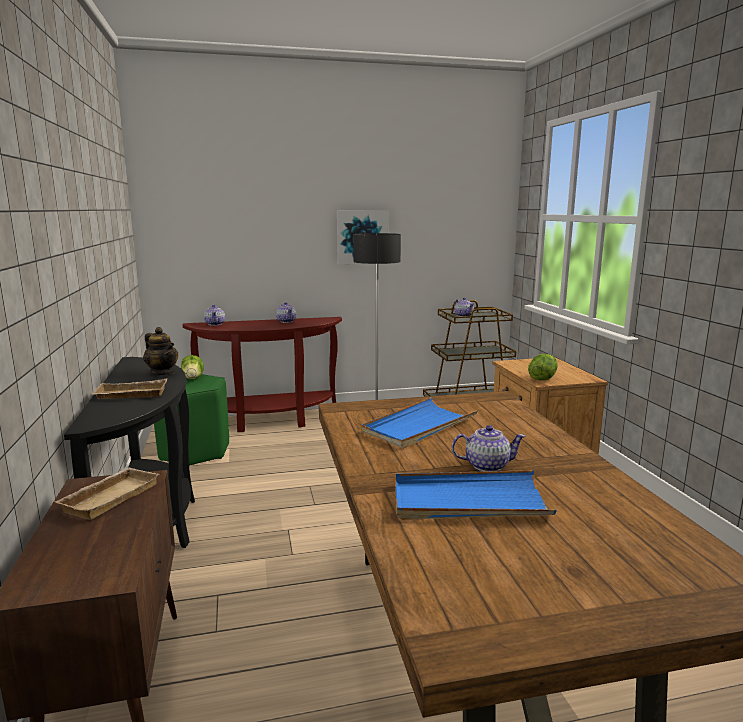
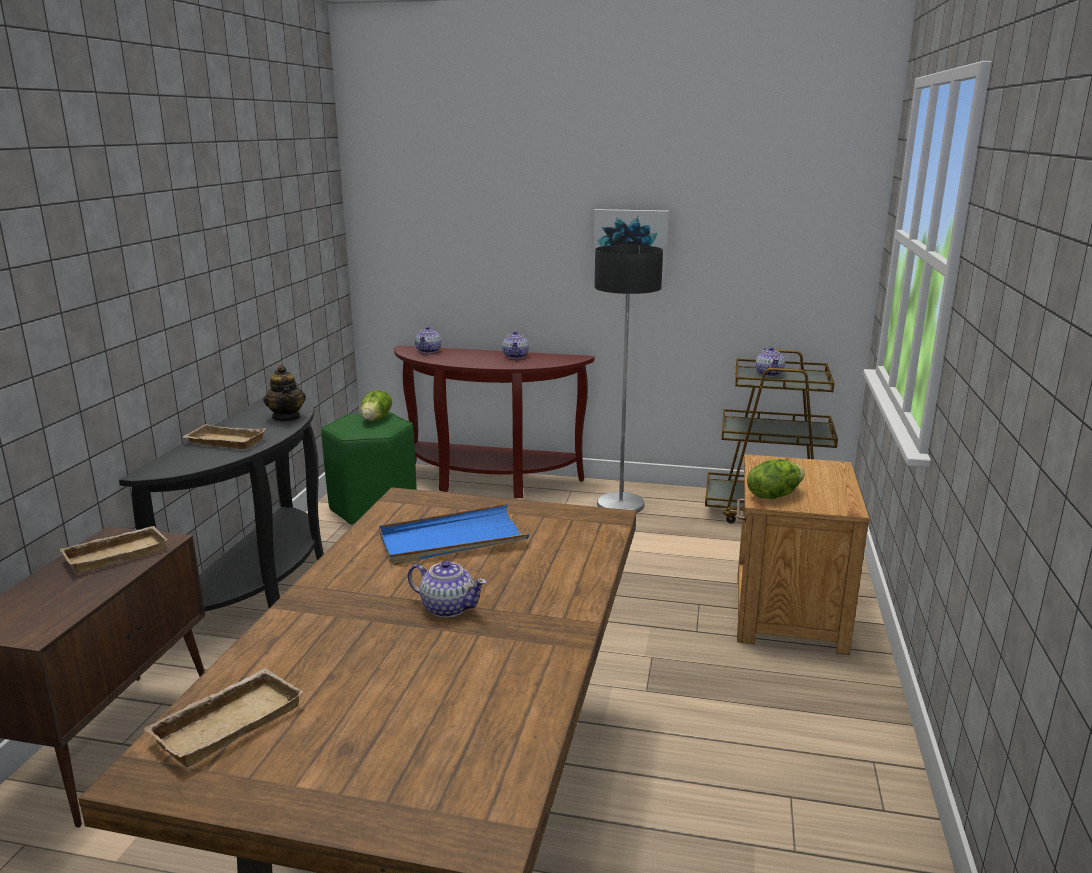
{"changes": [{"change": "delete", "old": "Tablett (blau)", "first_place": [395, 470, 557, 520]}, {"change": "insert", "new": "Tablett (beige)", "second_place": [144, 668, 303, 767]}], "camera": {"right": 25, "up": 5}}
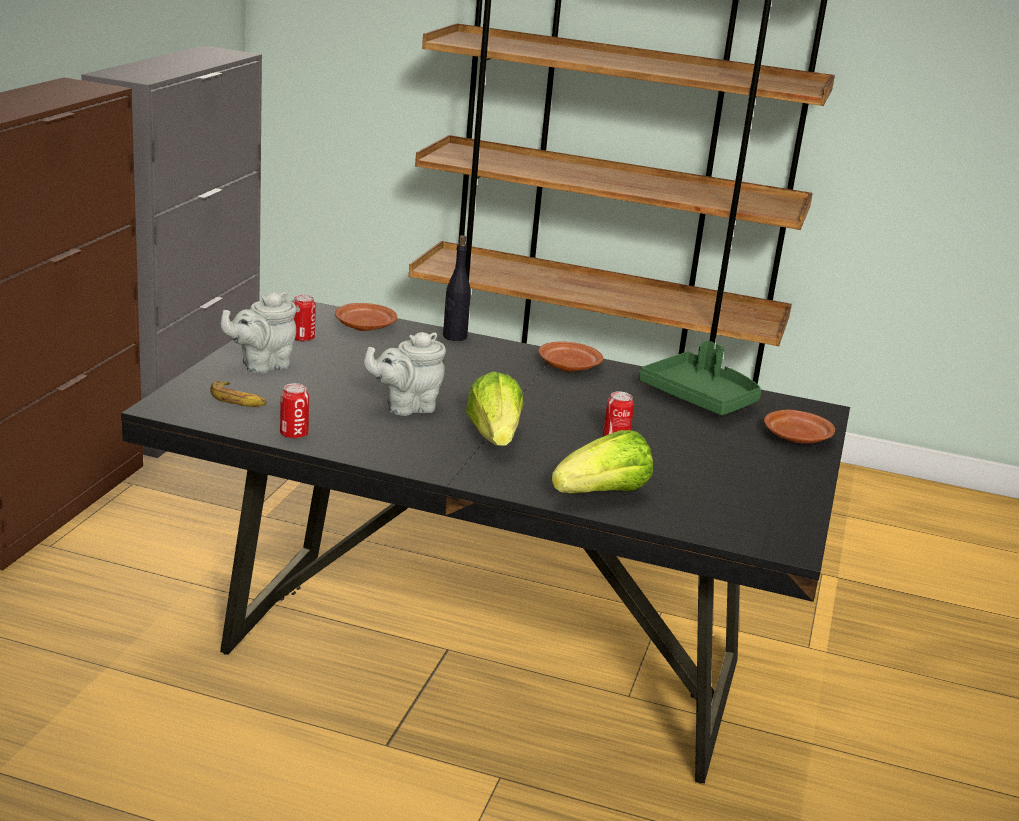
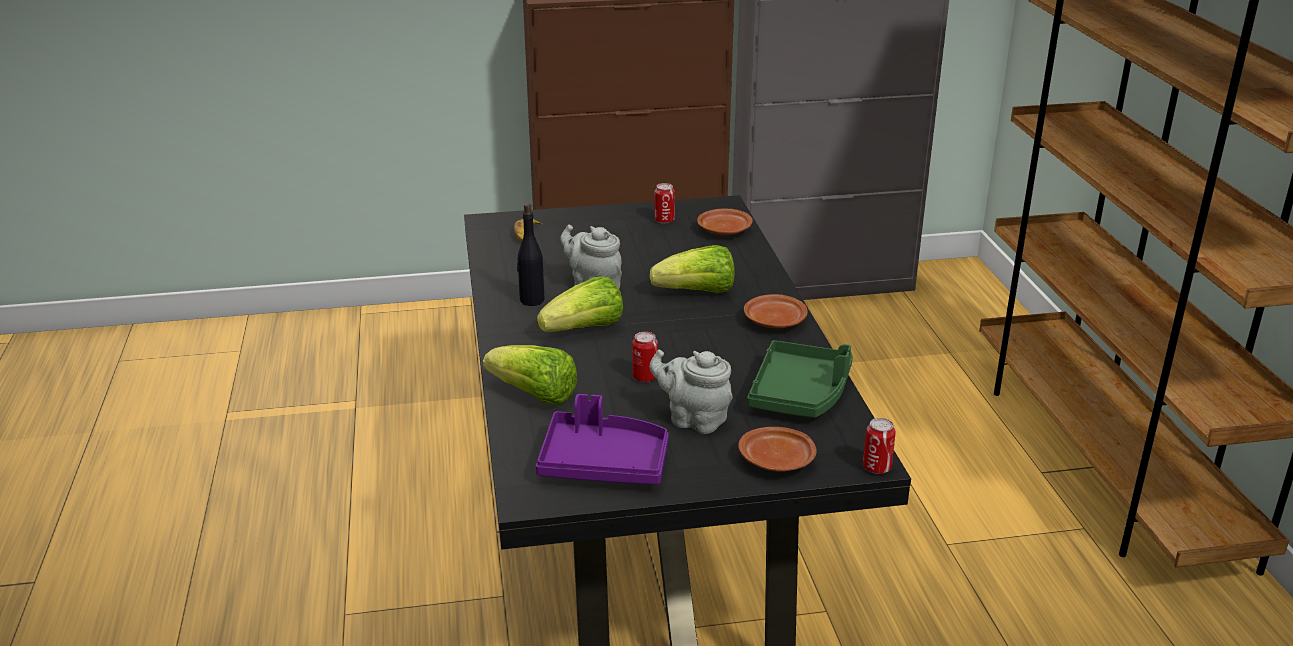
{"changes": [{"change": "insert", "new": "Tablett (lila)", "second_place": [536, 394, 669, 485]}, {"change": "insert", "new": "Salatkopf", "second_place": [650, 245, 735, 293]}, {"change": "move", "old": "Teekanne (grau)", "first_place": [221, 292, 297, 373], "second_place": [649, 350, 733, 434]}, {"change": "move", "old": "Dose", "first_place": [280, 383, 309, 439], "second_place": [863, 418, 896, 474]}, {"change": "move", "old": "Flasche (schwarz)", "first_place": [443, 235, 471, 341], "second_place": [517, 203, 544, 306]}], "camera": {"right": 65, "up": 5}}
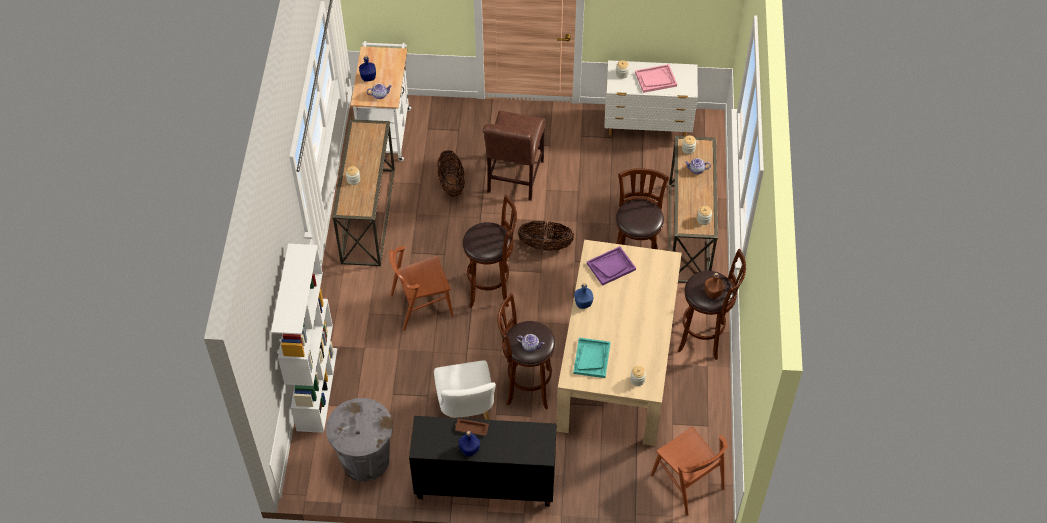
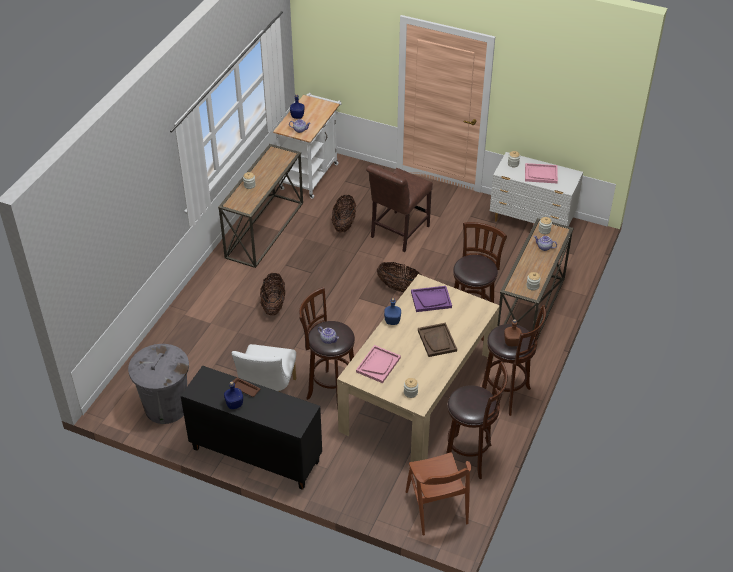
{"changes": [{"change": "delete", "old": "Bücherregal (weiß)", "first_place": [271, 244, 337, 433]}, {"change": "insert", "new": "Tablett (braun)", "second_place": [418, 323, 457, 357]}, {"change": "move", "old": "Hocker (braun)", "first_place": [463, 195, 517, 308], "second_place": [446, 361, 508, 479]}, {"change": "replace", "old": "Stuhl (braun)", "new": "Korb", "first_place": [389, 246, 453, 331], "second_place": [260, 273, 285, 315]}, {"change": "recolor", "old": "Tablett (türkis)", "new": "Tablett (rosa)", "first_place": [573, 338, 611, 378], "second_place": [356, 345, 401, 383]}], "camera": {"right": 20, "up": -10}}
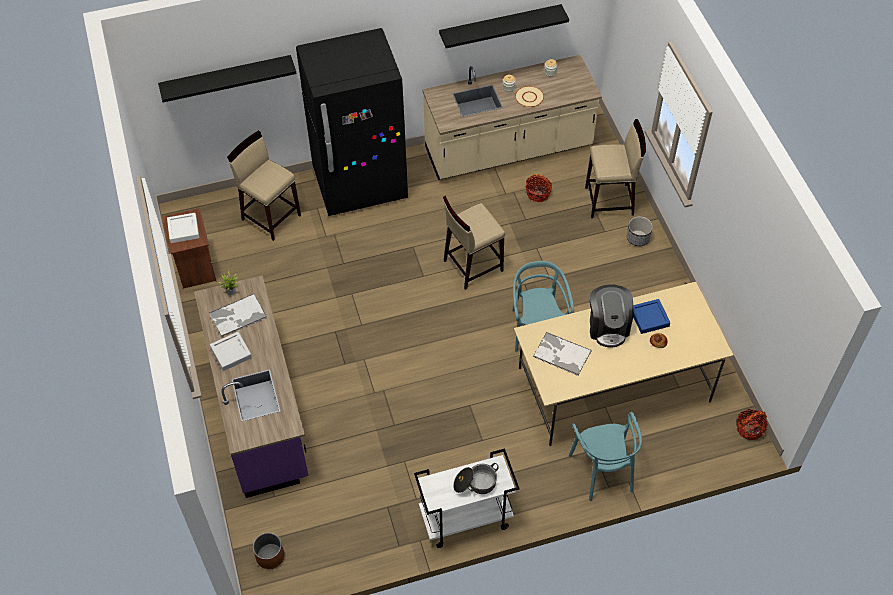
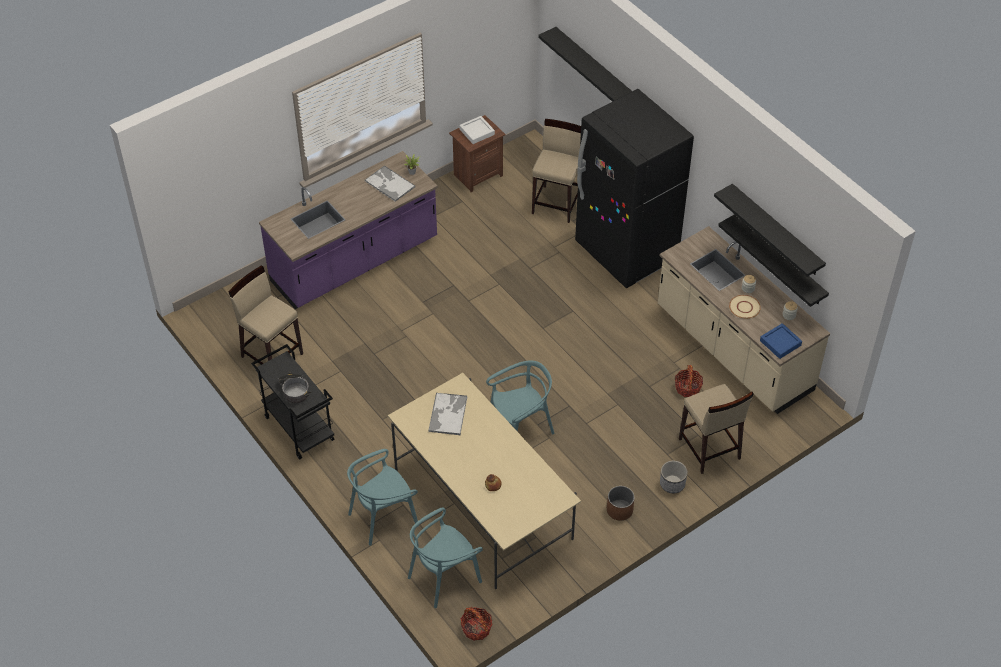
{"changes": [{"change": "delete", "old": "Tablett (grau)", "first_place": [210, 332, 252, 371]}, {"change": "delete", "old": "Kaffeemaschine", "first_place": [590, 284, 634, 348]}, {"change": "insert", "new": "Stuhl (türkis)", "second_place": [408, 507, 483, 608]}, {"change": "insert", "new": "Wandregal (schwarz)", "second_place": [718, 214, 829, 307]}, {"change": "move", "old": "Pflanzkübel (braun)", "first_place": [253, 533, 284, 569], "second_place": [607, 486, 634, 521]}, {"change": "move", "old": "Hocker (beige)", "first_place": [443, 196, 505, 290], "second_place": [229, 265, 303, 365]}, {"change": "move", "old": "Tablett (blau)", "first_place": [633, 299, 670, 334], "second_place": [760, 323, 802, 359]}, {"change": "recolor", "old": "Rollwagen (weiß)", "new": "Rollwagen (schwarz)", "first_place": [414, 448, 519, 548], "second_place": [251, 344, 335, 460]}], "camera": {"right": 70, "up": -5}}
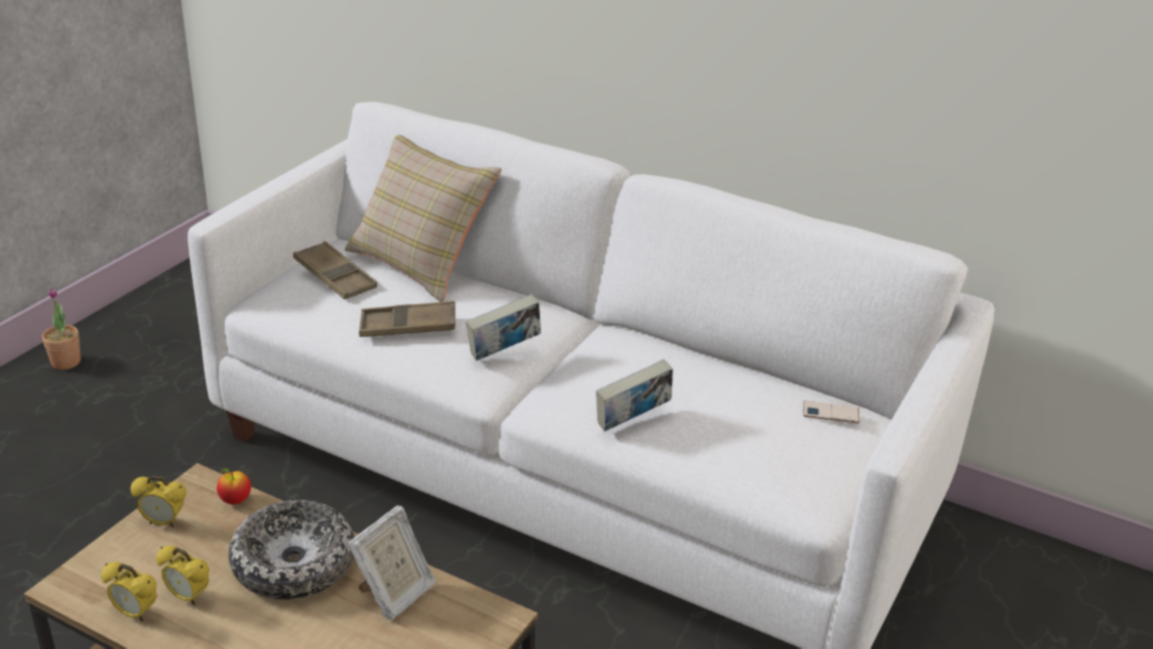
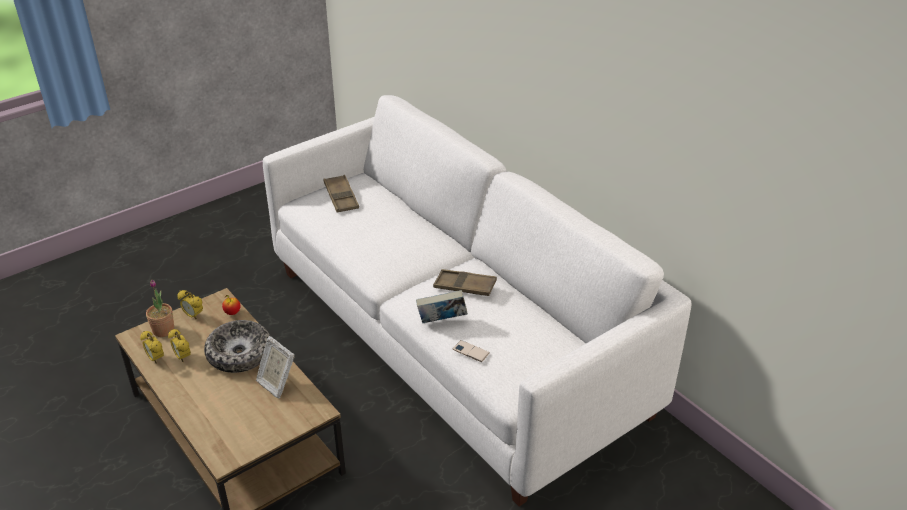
{"changes": [{"change": "delete", "old": "Kissen (beige)", "first_place": [345, 135, 502, 302]}, {"change": "delete", "old": "Buch", "first_place": [466, 294, 541, 361]}, {"change": "move", "old": "Topfpflanze", "first_place": [42, 288, 81, 370], "second_place": [146, 280, 174, 337]}, {"change": "move", "old": "Tablett (braun)", "first_place": [359, 301, 455, 337], "second_place": [433, 269, 497, 296]}, {"change": "move", "old": "Handy", "first_place": [803, 401, 860, 423], "second_place": [453, 340, 490, 362]}, {"change": "rotate", "old": "Bilderrahmen", "first_place": [348, 505, 436, 620], "second_place": [256, 336, 295, 398], "degrees": 75}], "camera": {"right": 25, "up": 5}}
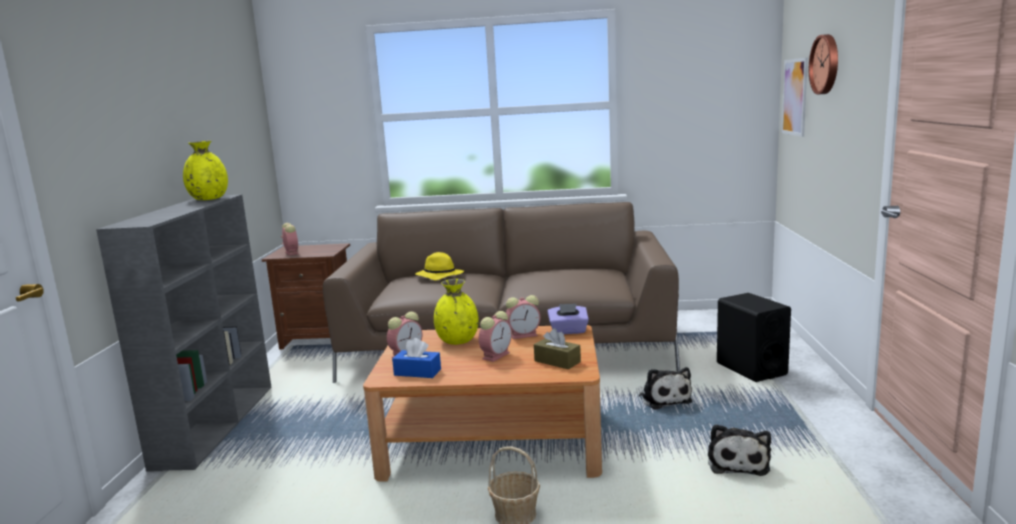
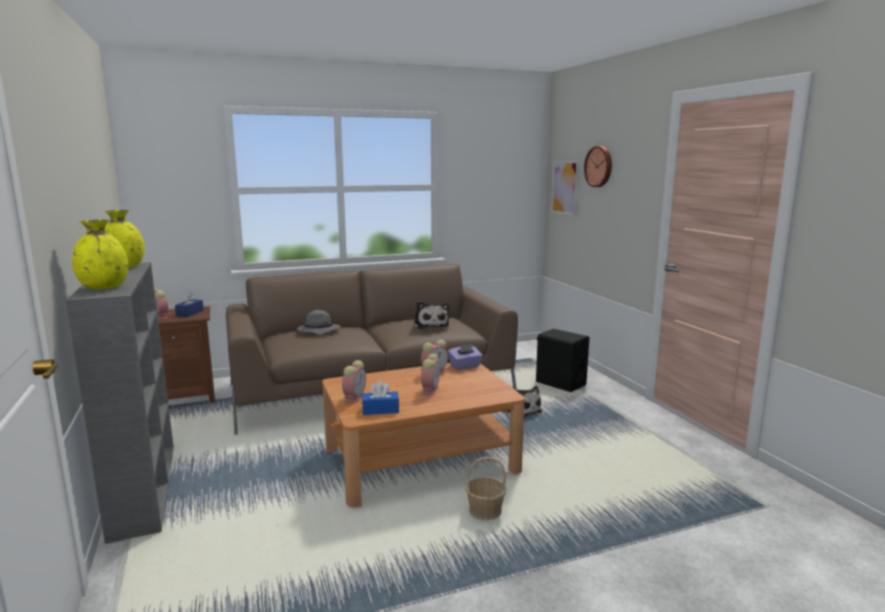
{"changes": [{"change": "delete", "old": "Taschentuchbox (braun)", "first_place": [534, 328, 581, 370]}, {"change": "insert", "new": "Taschentuchbox (blau)", "second_place": [175, 292, 204, 317]}, {"change": "move", "old": "Vase (gelb)", "first_place": [434, 279, 479, 345], "second_place": [72, 219, 128, 290]}, {"change": "move", "old": "Plüschtier", "first_place": [708, 424, 771, 476], "second_place": [414, 301, 449, 329]}, {"change": "recolor", "old": "Hut (gelb)", "new": "Hut (grau)", "first_place": [415, 252, 464, 280], "second_place": [297, 310, 340, 334]}], "camera": {"right": -25, "up": 0}}
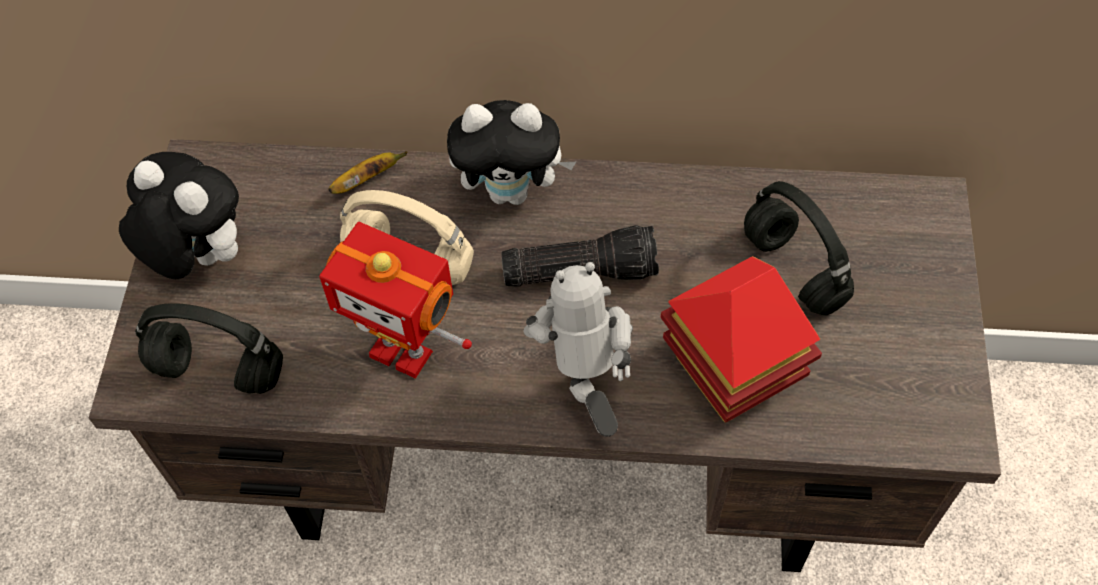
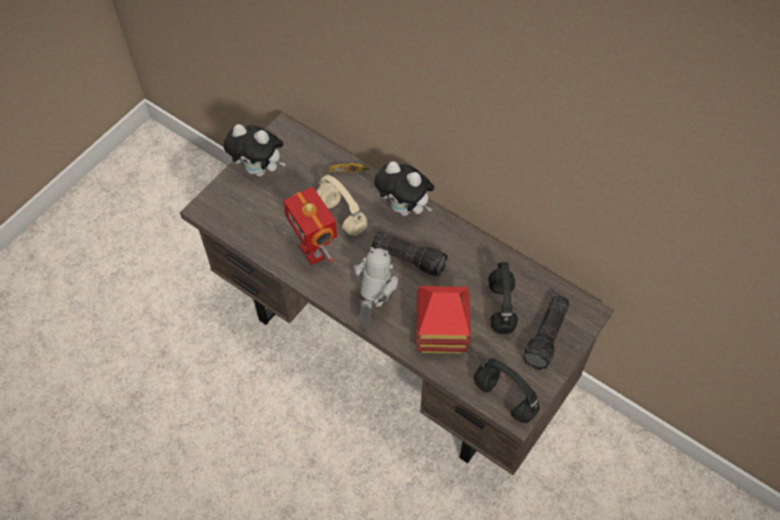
{"changes": [{"change": "insert", "new": "Taschenlampe", "second_place": [523, 295, 570, 370]}, {"change": "move", "old": "Kopfhörer (schwarz)", "first_place": [135, 303, 283, 394], "second_place": [474, 359, 540, 423]}, {"change": "rotate", "old": "Plüschtier", "first_place": [119, 152, 239, 279], "second_place": [223, 124, 286, 177], "degrees": 135}], "camera": {"right": 30, "up": 0}}
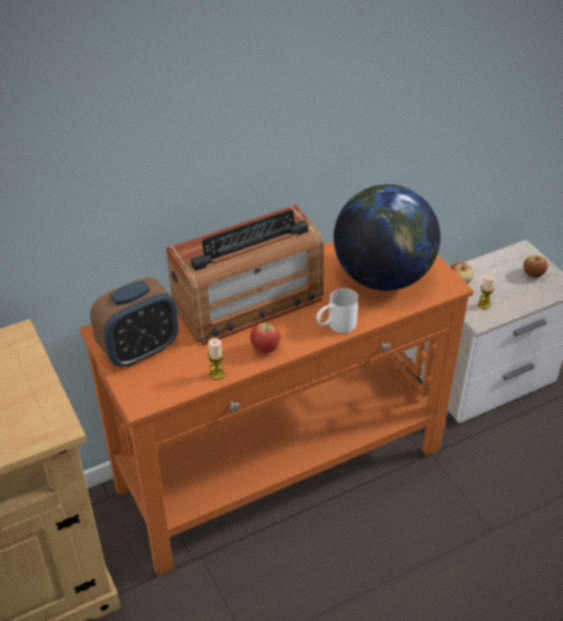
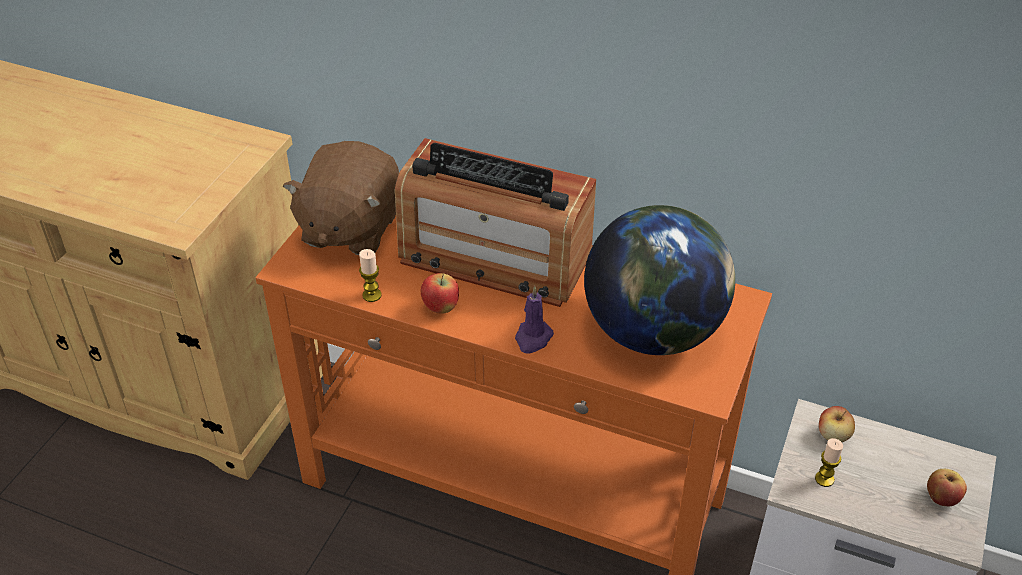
{"changes": [{"change": "replace", "old": "Wecker", "new": "Plüschtier (braun)", "first_place": [90, 277, 178, 367], "second_place": [283, 141, 399, 255]}, {"change": "replace", "old": "Henkelbecher (weiß)", "new": "Kerze (lila)", "first_place": [316, 288, 358, 333], "second_place": [515, 286, 554, 354]}], "camera": {"right": 50, "up": 0}}
